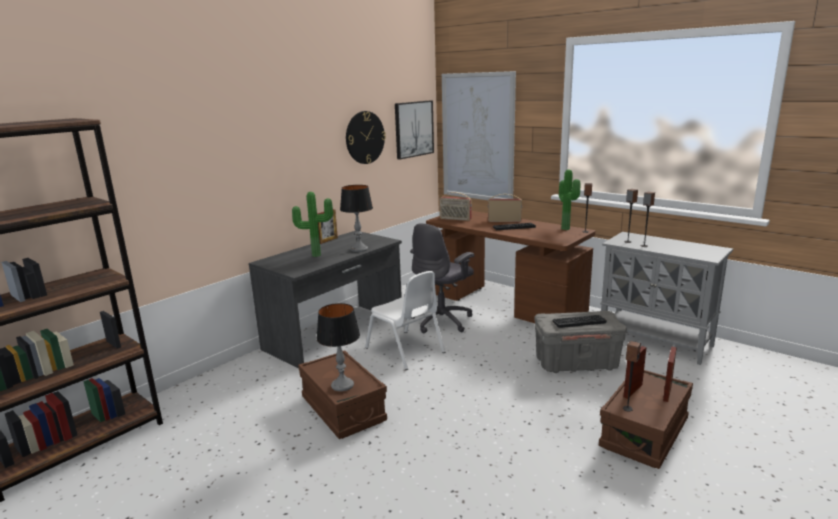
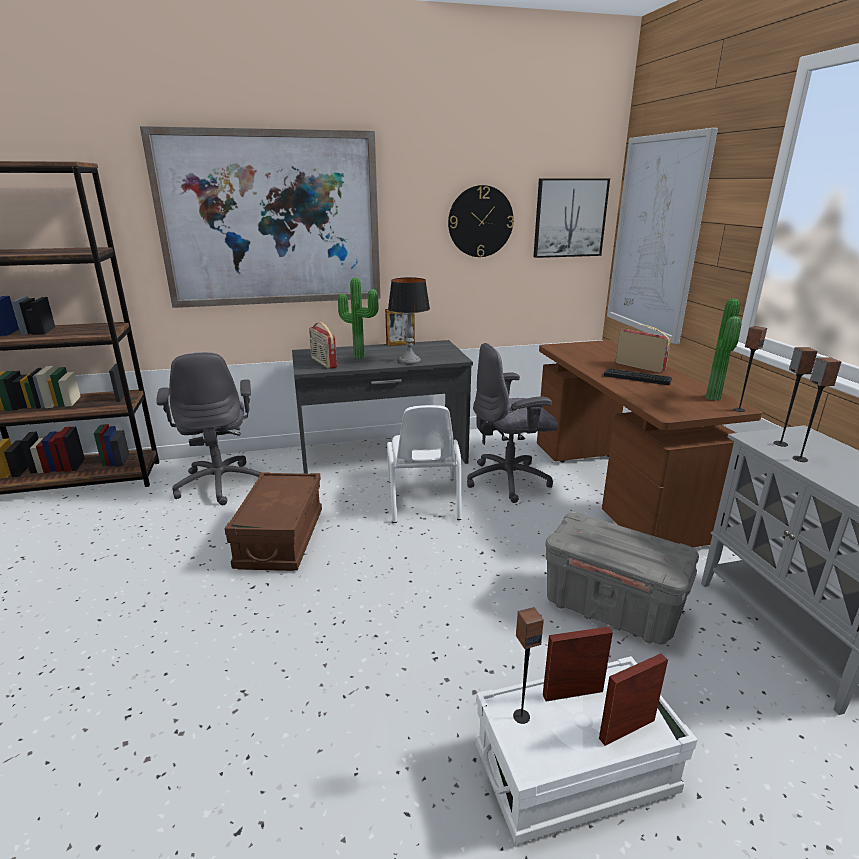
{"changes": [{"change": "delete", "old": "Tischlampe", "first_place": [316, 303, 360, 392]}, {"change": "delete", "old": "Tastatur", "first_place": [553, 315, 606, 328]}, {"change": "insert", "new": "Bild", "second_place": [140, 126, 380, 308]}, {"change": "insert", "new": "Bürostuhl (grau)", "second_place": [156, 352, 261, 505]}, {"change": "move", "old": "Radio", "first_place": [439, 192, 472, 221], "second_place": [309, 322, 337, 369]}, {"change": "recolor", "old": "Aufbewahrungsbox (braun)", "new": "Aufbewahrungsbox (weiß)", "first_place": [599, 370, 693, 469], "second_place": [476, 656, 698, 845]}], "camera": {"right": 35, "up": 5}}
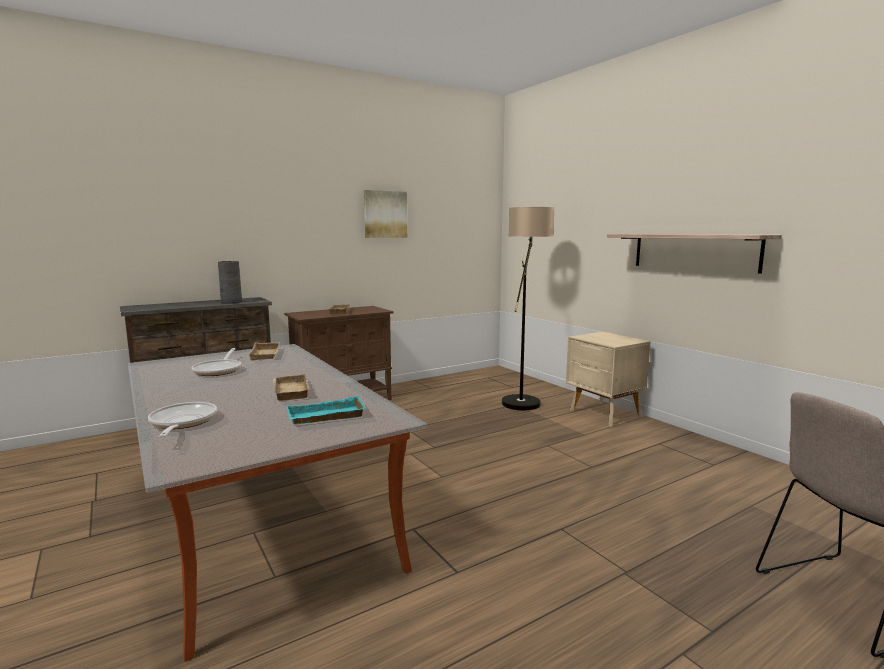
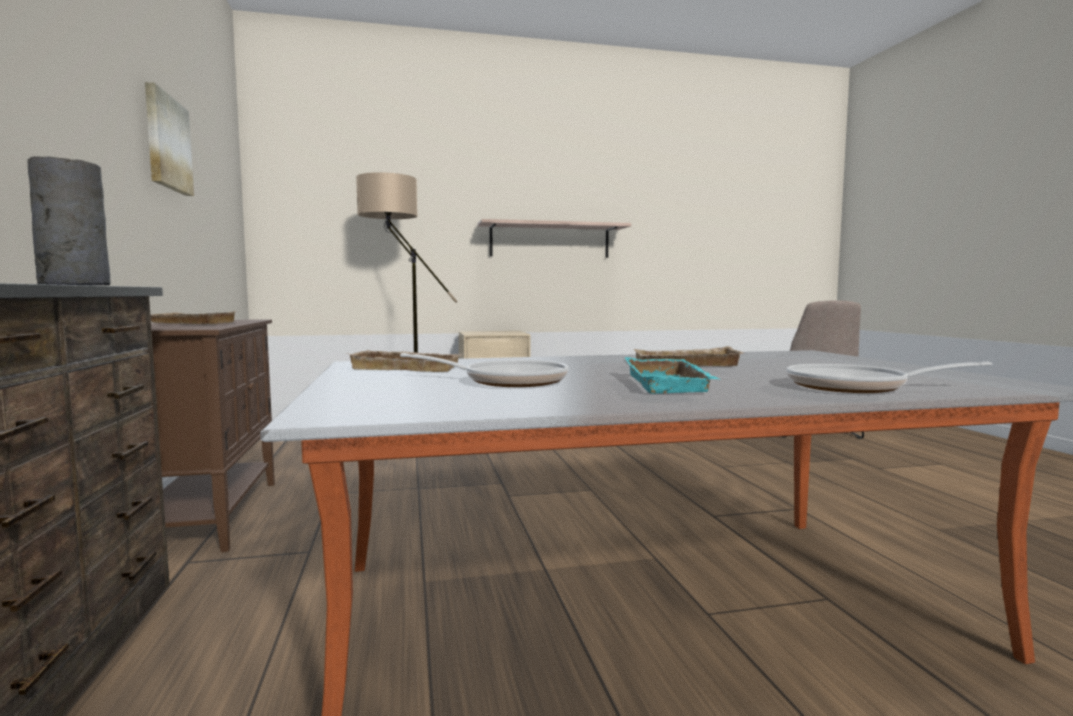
{"changes": [{"change": "move", "old": "Tablett (türkis)", "first_place": [286, 396, 366, 424], "second_place": [625, 357, 719, 394]}], "camera": {"right": -70, "up": -5}}
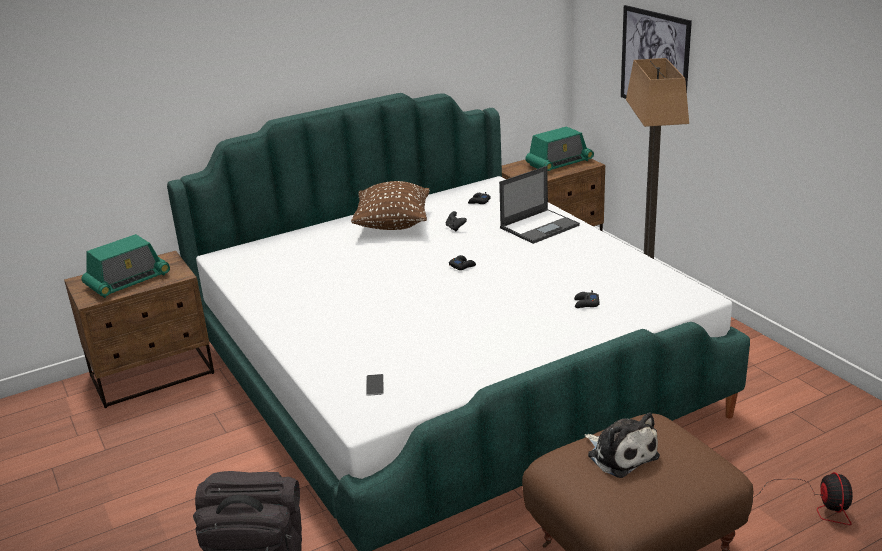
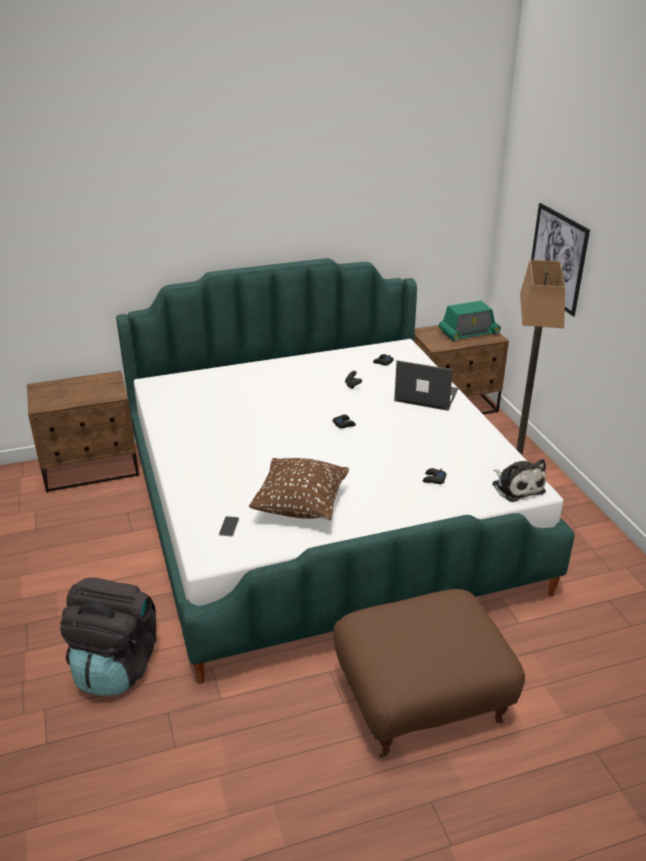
{"changes": [{"change": "delete", "old": "Radio", "first_place": [82, 234, 170, 298]}, {"change": "delete", "old": "Ventilator", "first_place": [753, 472, 853, 525]}, {"change": "move", "old": "Kissen (braun)", "first_place": [351, 181, 430, 230], "second_place": [249, 458, 349, 520]}, {"change": "move", "old": "Plüschtier", "first_place": [585, 413, 660, 478], "second_place": [493, 459, 546, 502]}, {"change": "rotate", "old": "Laptop", "first_place": [499, 166, 580, 244], "second_place": [394, 360, 458, 411], "degrees": -135}], "camera": {"right": 10, "up": 5}}
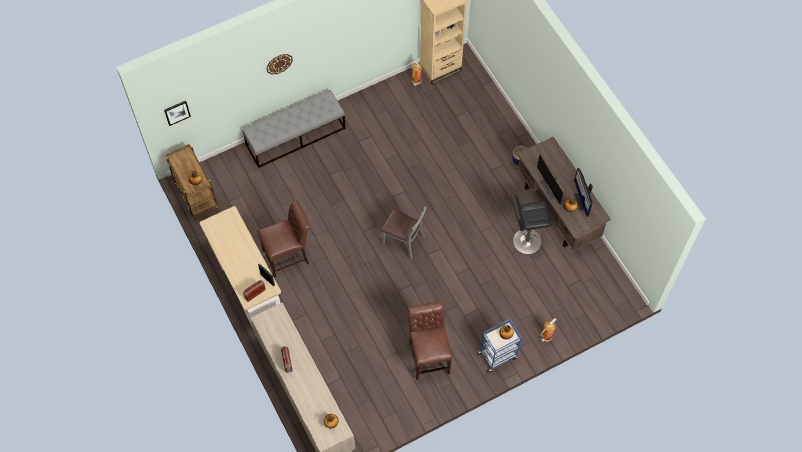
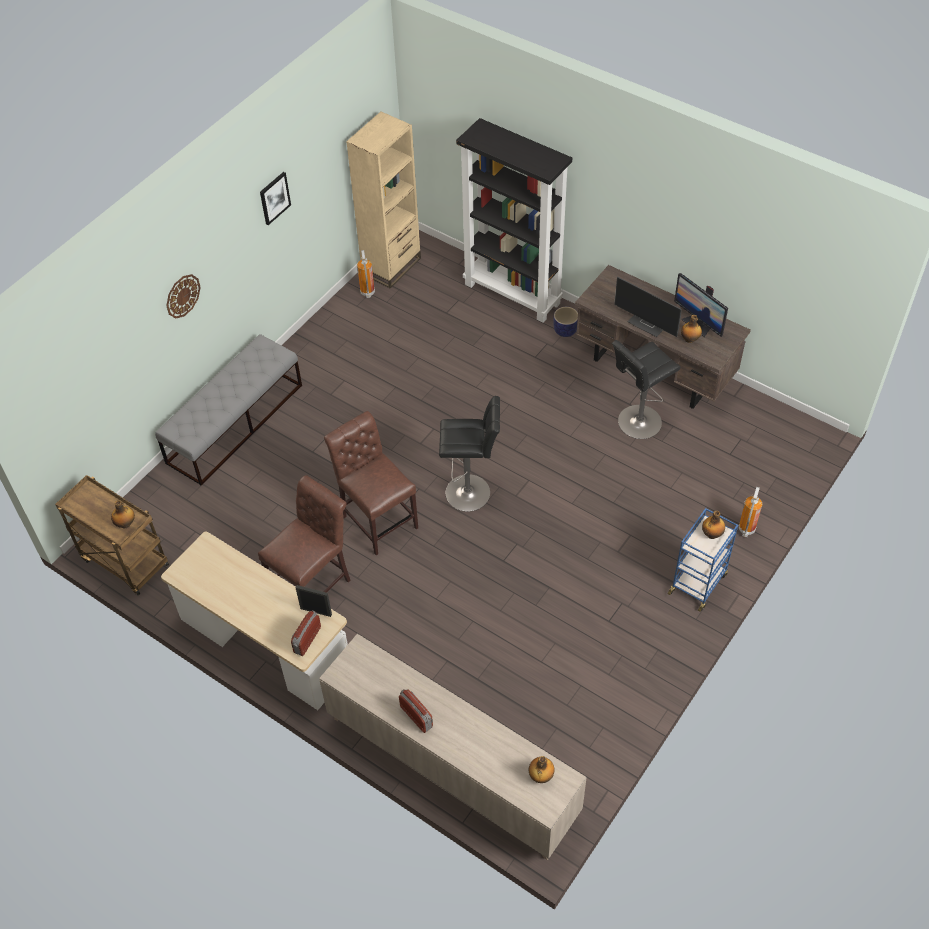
{"changes": [{"change": "insert", "new": "Bücherregal (schwarz)", "second_place": [456, 118, 572, 323]}, {"change": "move", "old": "Bild", "first_place": [164, 101, 191, 126], "second_place": [260, 172, 291, 225]}, {"change": "move", "old": "Stuhl (braun)", "first_place": [408, 301, 452, 380], "second_place": [324, 411, 418, 555]}, {"change": "replace", "old": "Stuhl (grau)", "new": "Hocker (schwarz)", "first_place": [380, 207, 426, 259], "second_place": [439, 396, 500, 512]}], "camera": {"right": -25, "up": -10}}
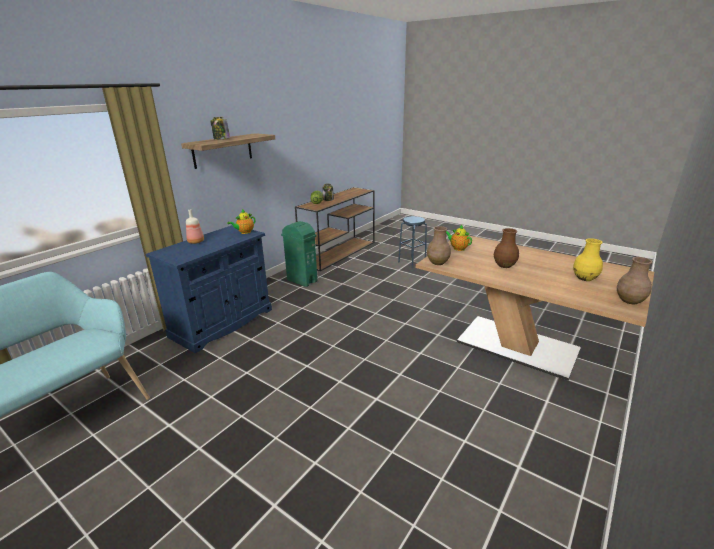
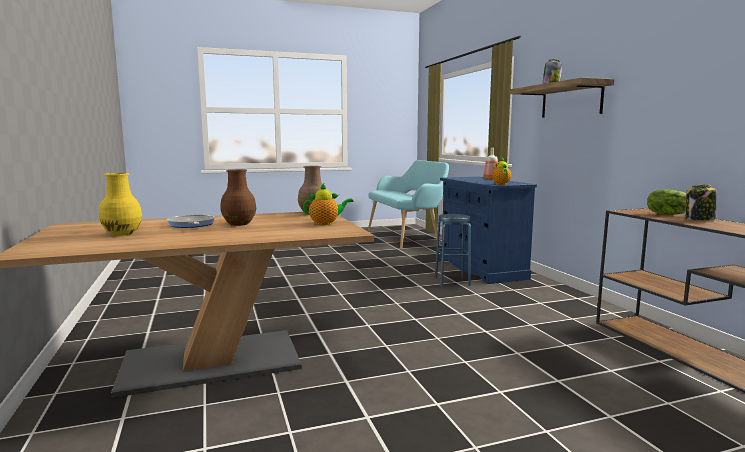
{"changes": [{"change": "delete", "old": "Mülleimer (grün)", "first_place": [281, 221, 317, 287]}, {"change": "delete", "old": "Vase (braun)", "first_place": [617, 257, 652, 304]}, {"change": "insert", "new": "Pfanne", "second_place": [167, 215, 215, 228]}, {"change": "move", "old": "Hocker (blau)", "first_place": [398, 216, 427, 268], "second_place": [435, 214, 471, 287]}], "camera": {"right": 125, "up": -15}}
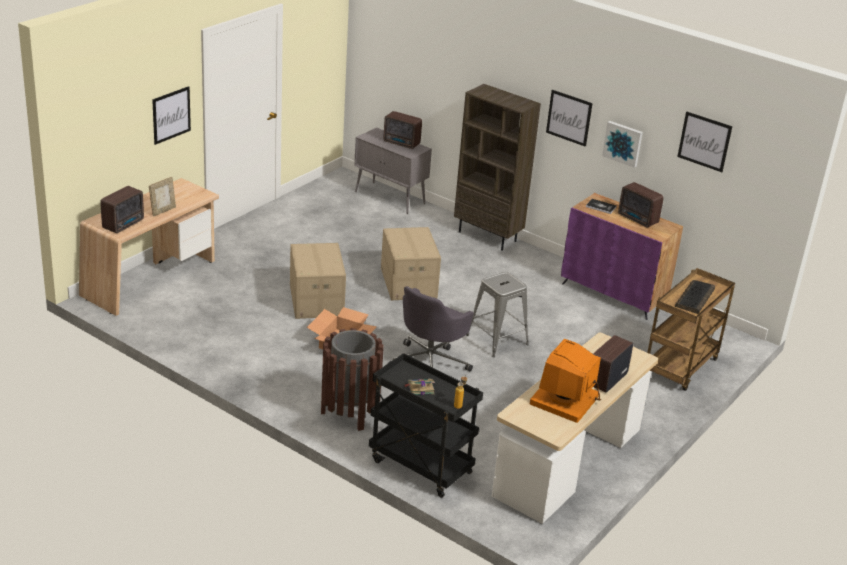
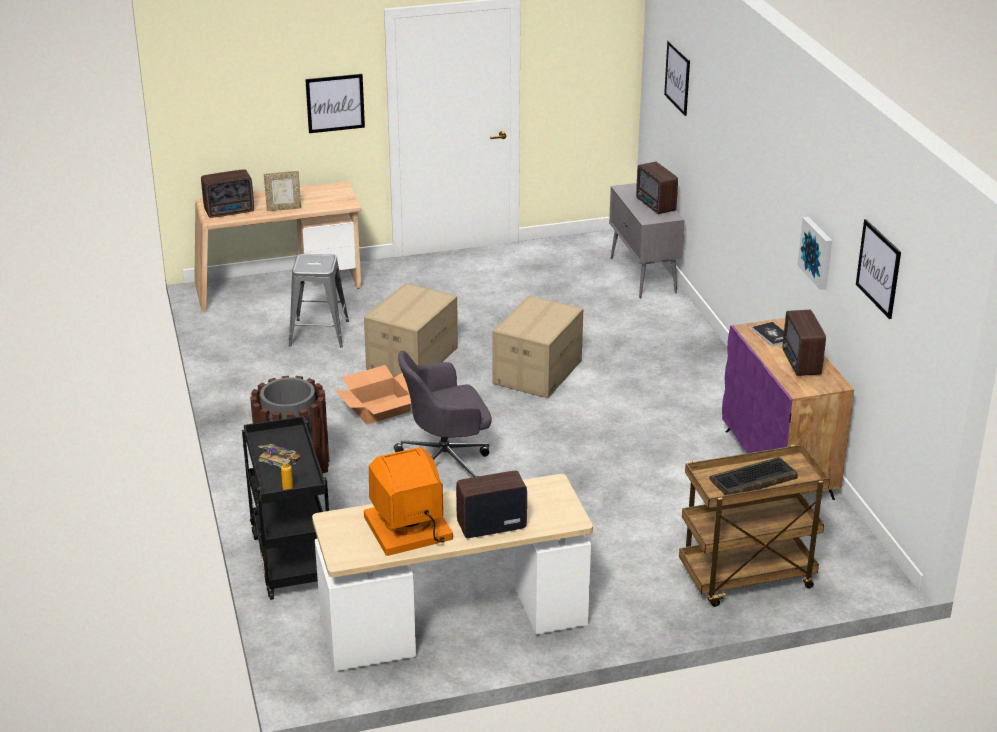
{"changes": [{"change": "delete", "old": "Bücherregal (braun)", "first_place": [454, 84, 541, 251]}, {"change": "move", "old": "Hocker (grau)", "first_place": [466, 272, 529, 357], "second_place": [289, 254, 349, 347]}, {"change": "move", "old": "Bild", "first_place": [546, 90, 593, 147], "second_place": [664, 40, 690, 116]}], "camera": {"right": 40, "up": 0}}
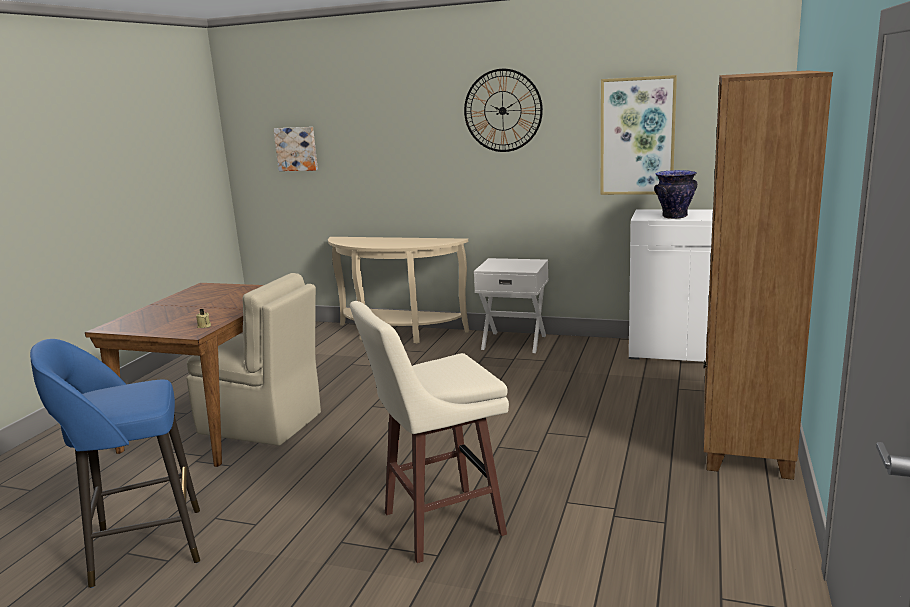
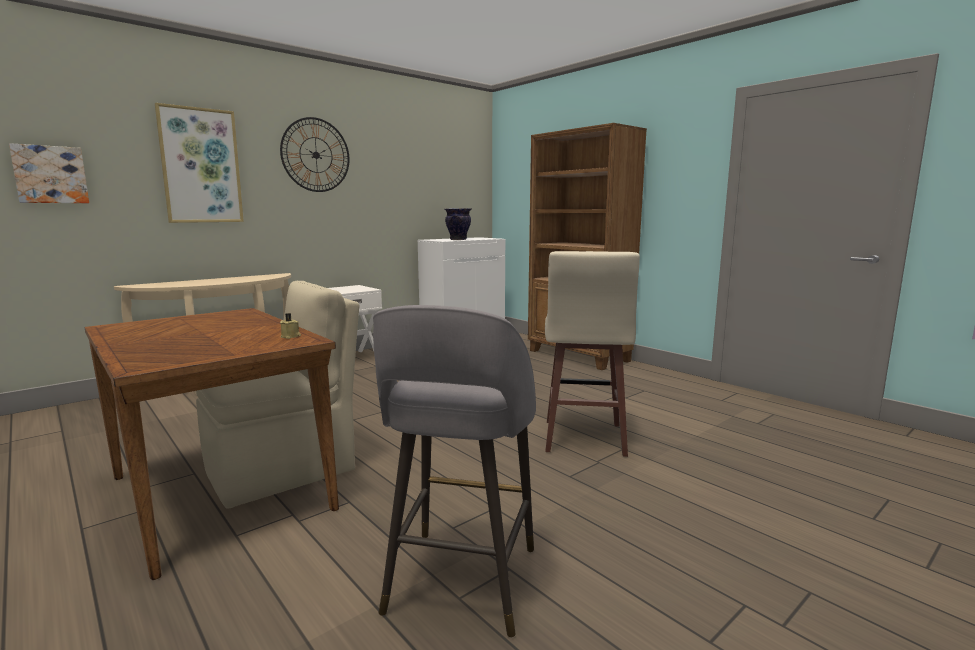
{"changes": [{"change": "move", "old": "Bild", "first_place": [601, 75, 677, 195], "second_place": [155, 103, 244, 223]}, {"change": "recolor", "old": "Hocker (blau)", "new": "Hocker (grau)", "first_place": [30, 339, 200, 588], "second_place": [373, 305, 536, 637]}], "camera": {"right": -60, "up": -5}}
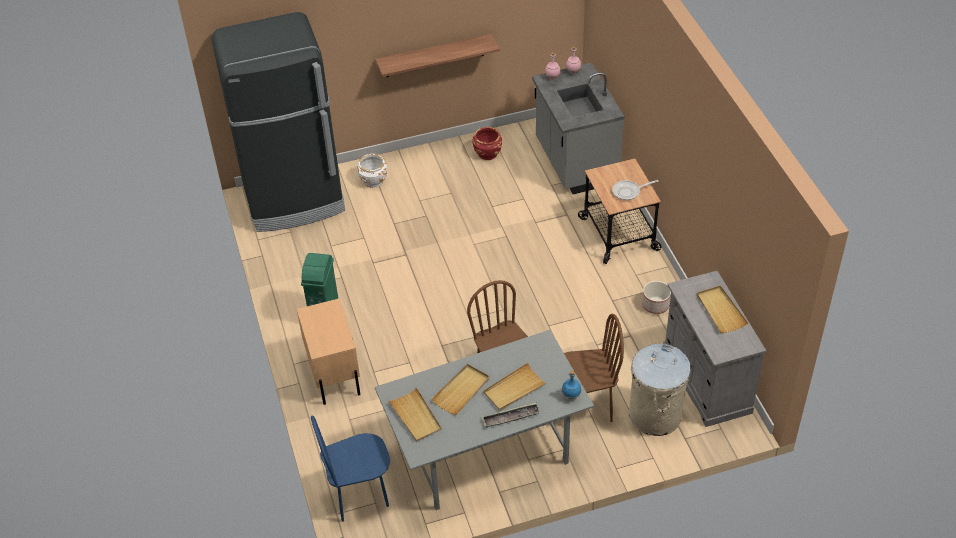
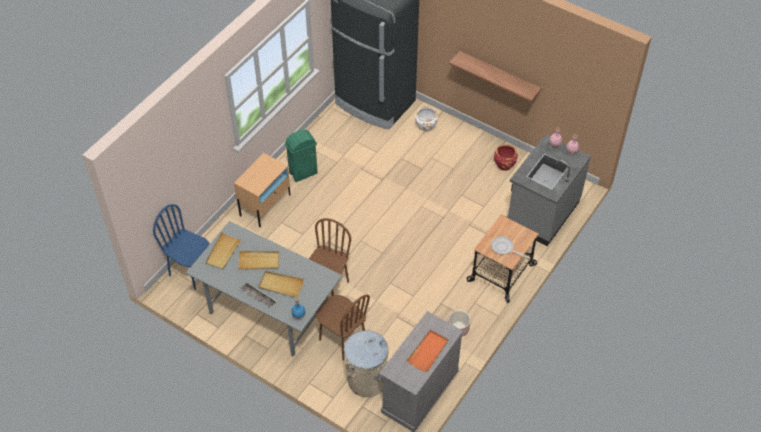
{"changes": [{"change": "recolor", "old": "Tablett (beige)", "new": "Tablett (orange)", "first_place": [697, 286, 748, 333], "second_place": [407, 330, 448, 372]}], "camera": {"right": 50, "up": 5}}
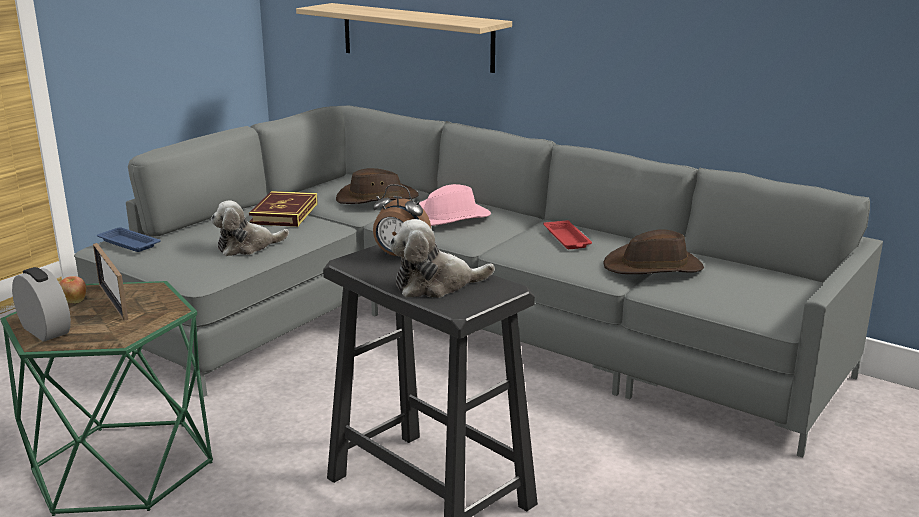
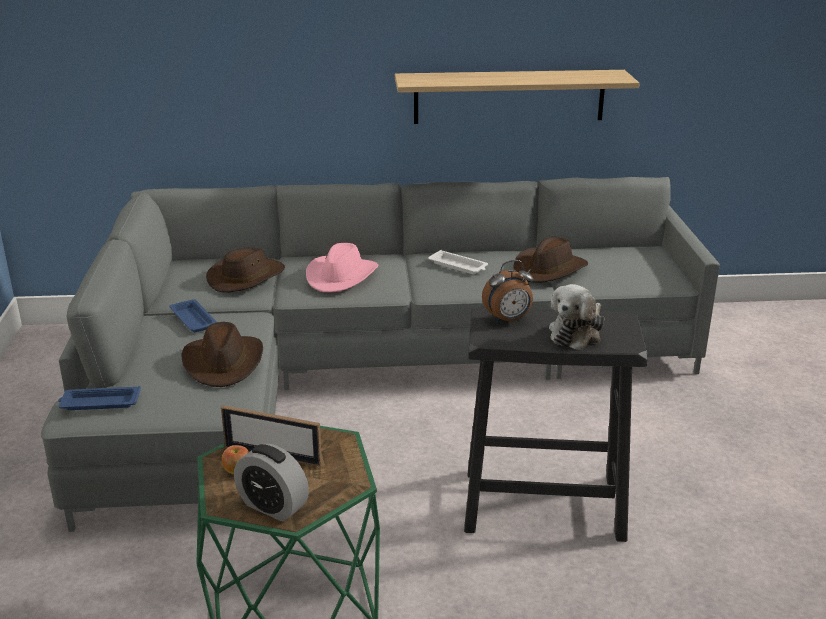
{"changes": [{"change": "move", "old": "Wandregal", "first_place": [296, 3, 512, 73], "second_place": [395, 70, 640, 124]}, {"change": "replace", "old": "Plüschtier", "new": "Hut (braun)", "first_place": [211, 200, 289, 256], "second_place": [181, 322, 263, 387]}, {"change": "replace", "old": "Buch", "new": "Tablett (blau)", "first_place": [249, 191, 318, 227], "second_place": [169, 299, 217, 332]}, {"change": "recolor", "old": "Tablett (rot)", "new": "Tablett (weiß)", "first_place": [544, 220, 592, 249], "second_place": [428, 250, 488, 274]}, {"change": "rotate", "old": "Wecker", "first_place": [12, 267, 71, 342], "second_place": [234, 444, 309, 522], "degrees": -150}], "camera": {"right": -40, "up": 5}}
